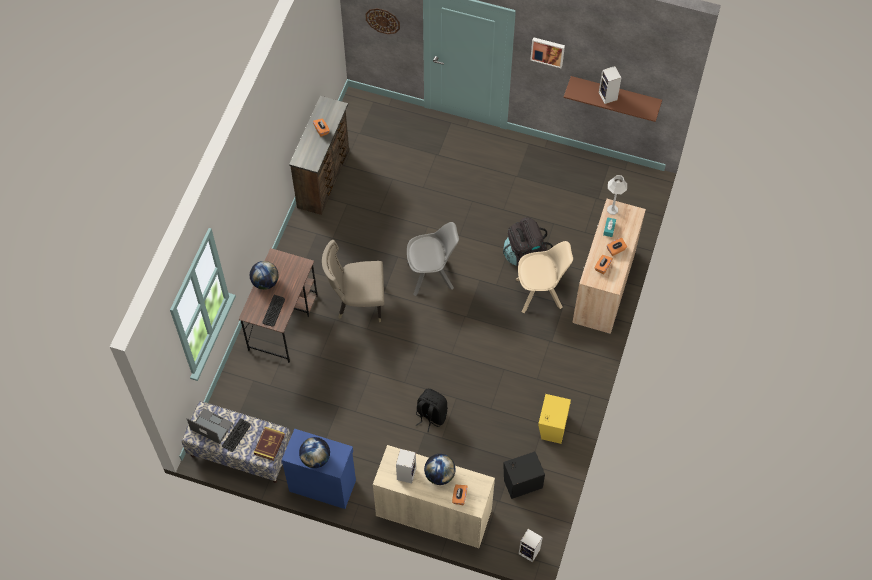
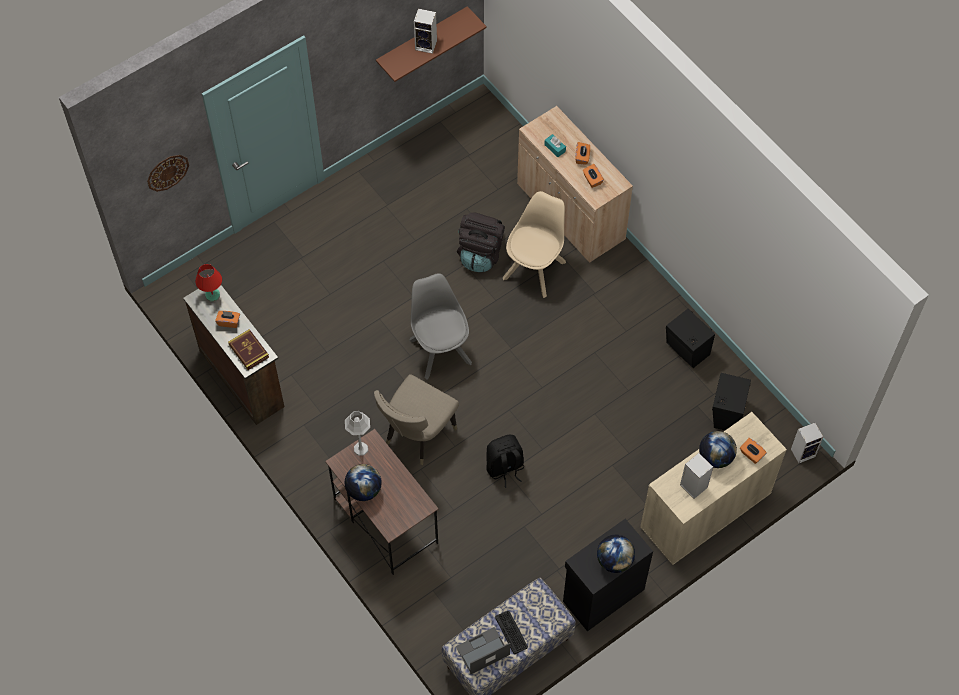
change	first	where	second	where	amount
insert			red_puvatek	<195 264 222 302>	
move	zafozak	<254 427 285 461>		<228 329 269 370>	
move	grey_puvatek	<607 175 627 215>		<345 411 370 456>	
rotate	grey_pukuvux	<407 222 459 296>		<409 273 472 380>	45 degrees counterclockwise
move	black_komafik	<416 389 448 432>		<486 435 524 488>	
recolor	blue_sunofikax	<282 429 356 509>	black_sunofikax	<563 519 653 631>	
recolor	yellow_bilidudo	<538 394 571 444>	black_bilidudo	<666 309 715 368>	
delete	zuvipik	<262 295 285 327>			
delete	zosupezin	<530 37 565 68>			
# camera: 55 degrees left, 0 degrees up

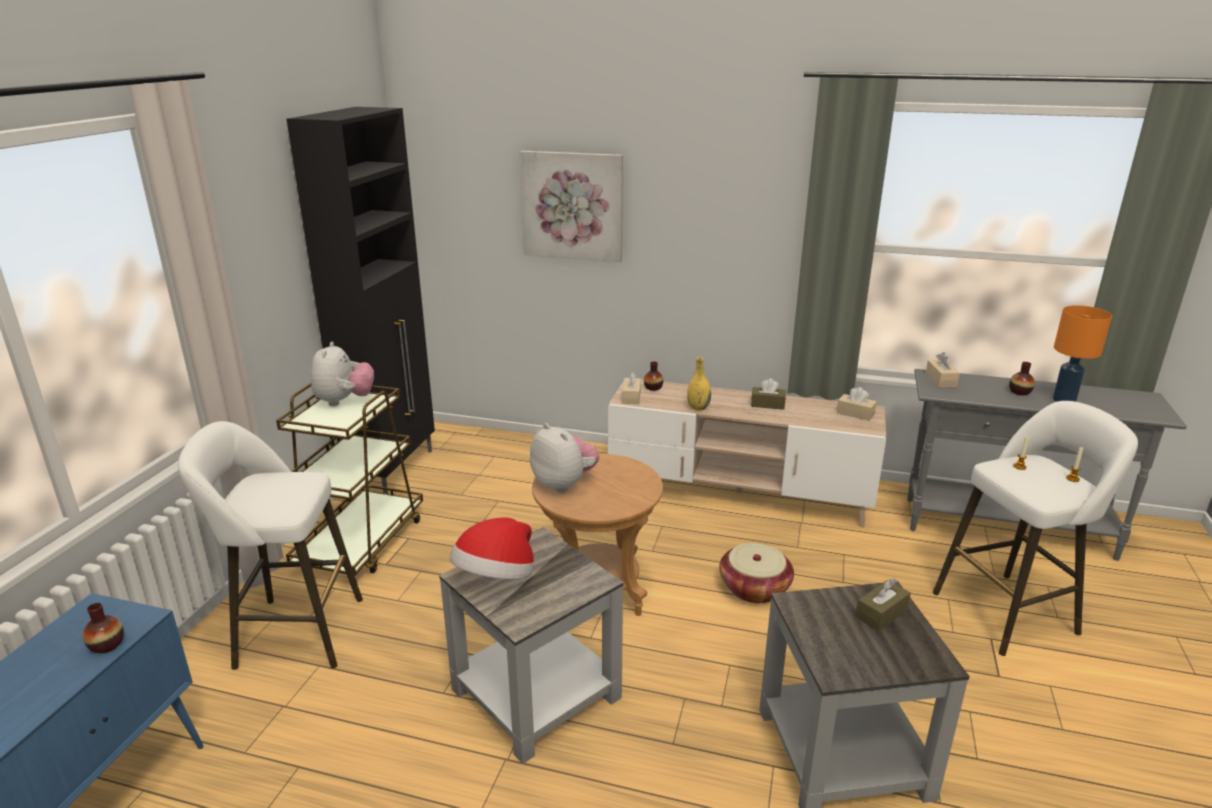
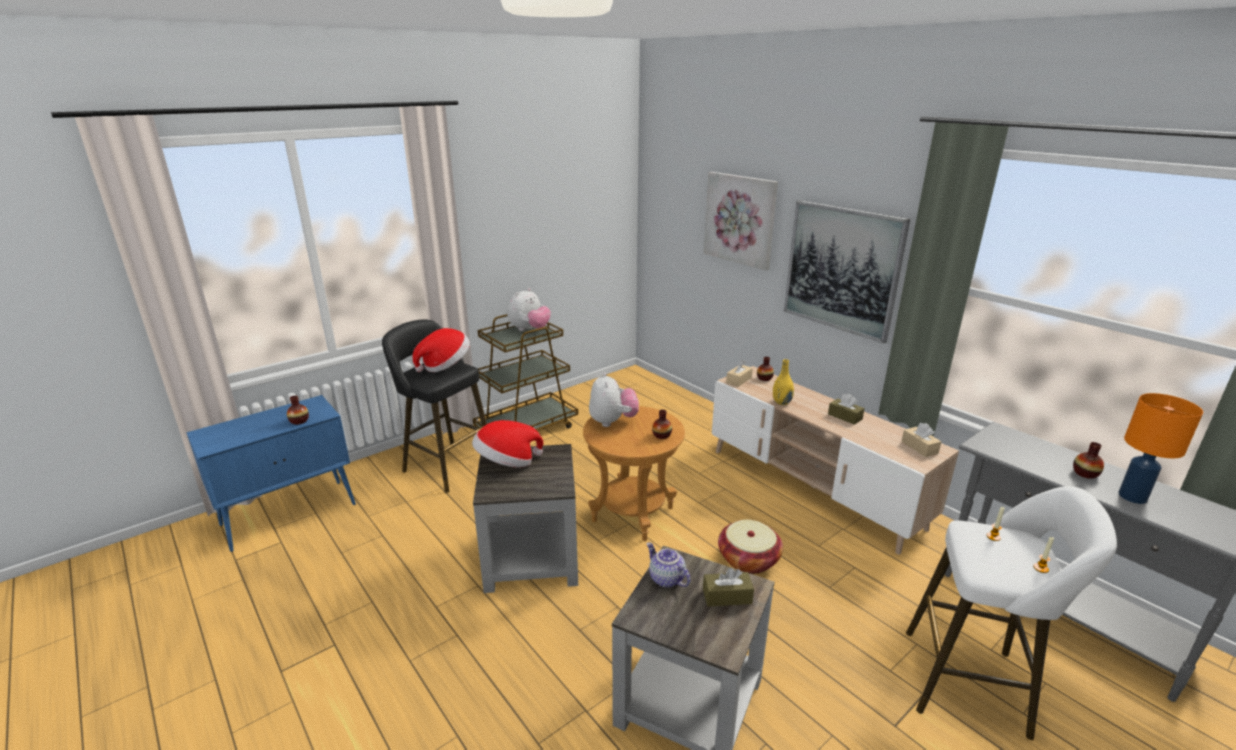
change	first	where	second	where	amount
recolor	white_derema	<178 421 363 670>	black_derema	<382 319 487 493>	
insert			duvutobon	<412 328 470 372>	
insert			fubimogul	<647 543 691 588>	
insert			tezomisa	<652 409 672 439>	
insert			zosupezin	<784 200 910 343>	
delete	black_sunofikax	<286 107 435 494>			
delete	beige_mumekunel	<926 352 960 387>			
# camera: 35 degrees right, 0 degrees up

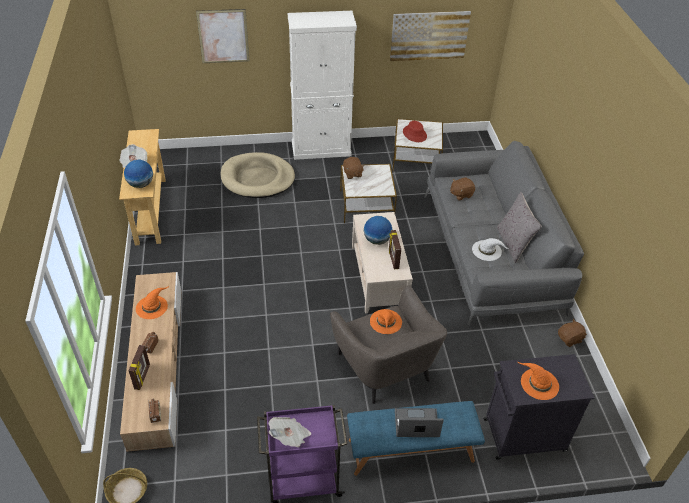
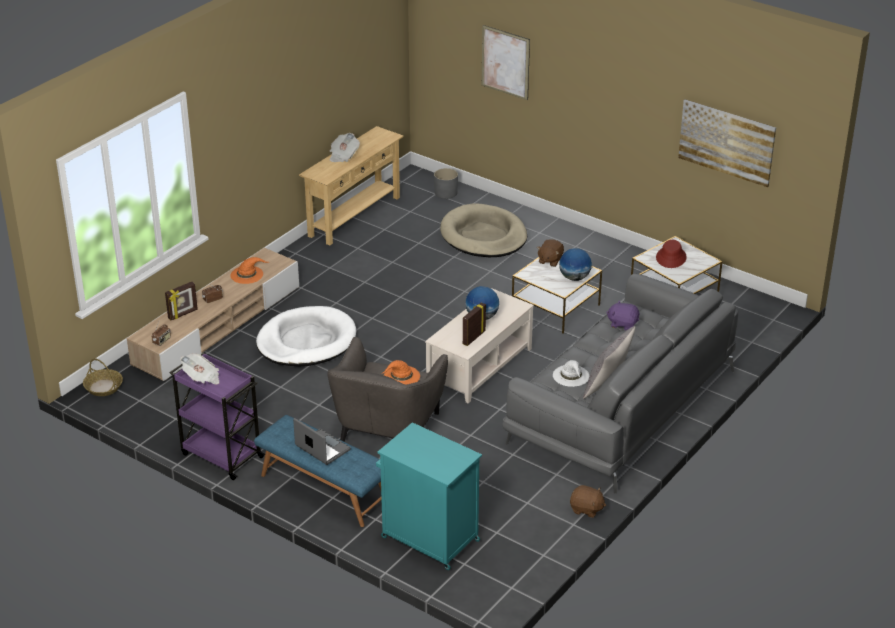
change	first	where	second	where	amount
insert			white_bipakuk	<256 306 356 367>	
recolor	black_sunofikax	<484 354 594 460>	turquoise_sunofikax	<376 422 482 570>	
insert			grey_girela	<434 168 458 199>	
move	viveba	<124 160 153 188>		<559 248 592 281>	
recolor	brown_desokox	<450 177 475 201>	purple_desokox	<606 300 639 331>	
delete	white_sunofikax	<288 11 357 160>			
delete	orange_duvutobon	<518 362 559 400>			
# camera: 45 degrees right, 10 degrees down

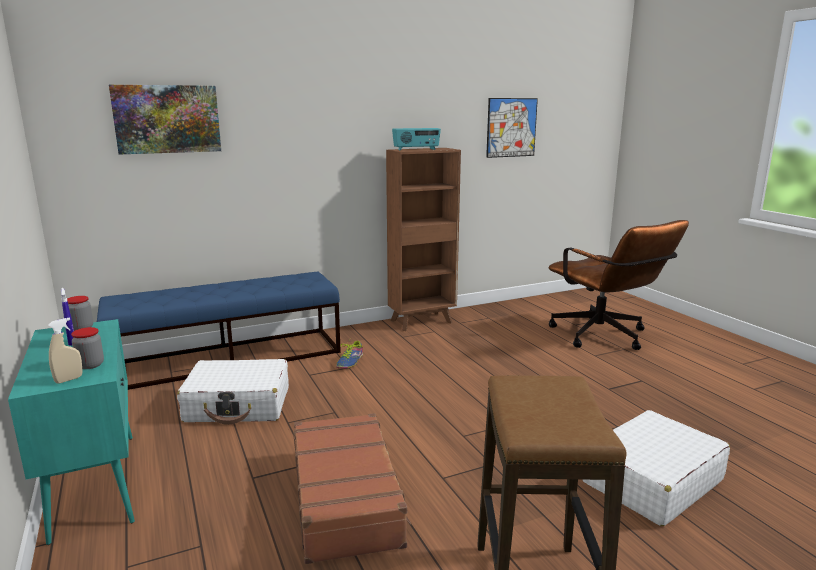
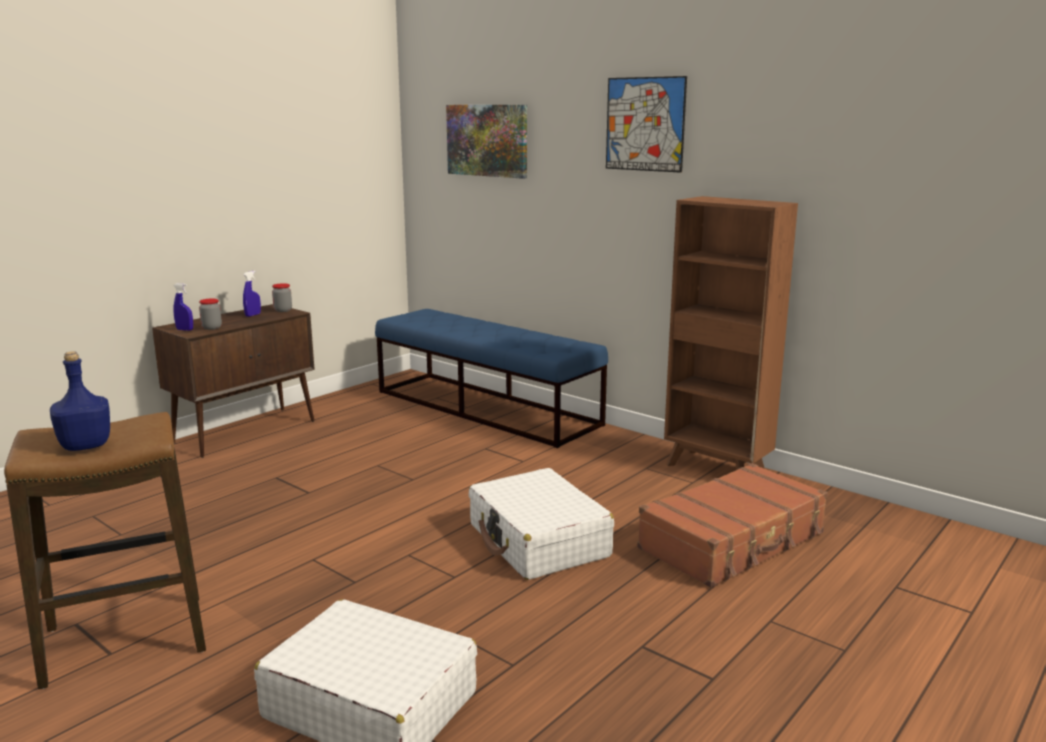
change	first	where	second	where	amount
insert			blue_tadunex	<50 351 110 451>	
recolor	turquoise_sunofikax	<8 319 135 545>	brown_sunofikax	<152 304 315 458>	
recolor	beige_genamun	<48 318 83 384>	blue_genamun	<173 283 193 331>	
move	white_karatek	<177 359 289 425>		<469 468 614 580>	
move	zosupezin	<486 98 538 158>		<606 76 687 173>	
move	brown_karatek	<294 413 412 564>		<637 463 828 588>	
delete	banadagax	<336 341 363 369>			
delete	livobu	<392 128 441 151>			
delete	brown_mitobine	<549 220 689 350>			
# camera: 65 degrees right, 0 degrees up

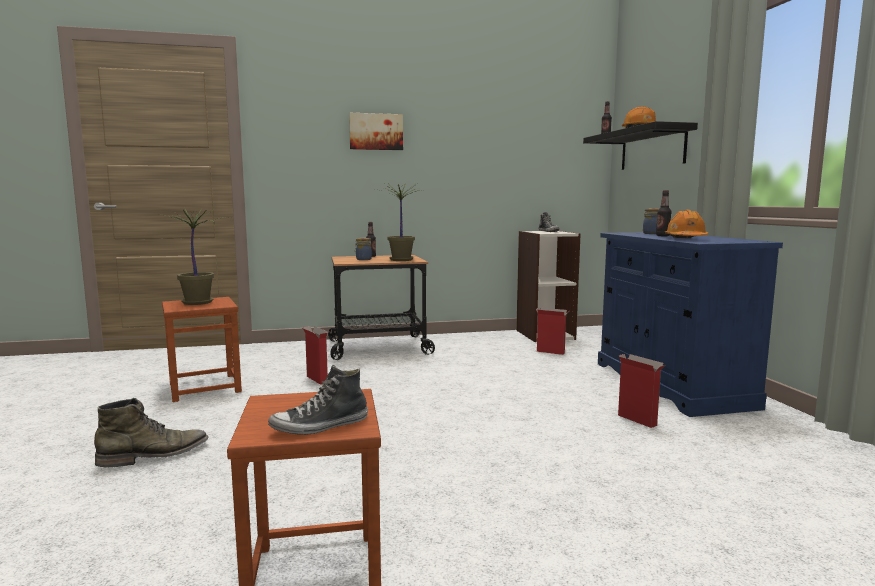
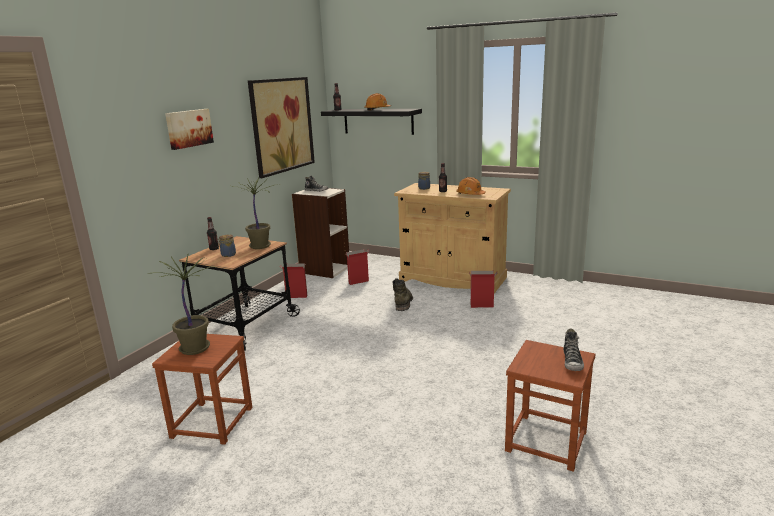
change	first	where	second	where	amount
insert			zosupezin	<248 77 315 178>	
move	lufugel	<302 326 329 385>		<280 263 307 298>	
move	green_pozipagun	<94 398 208 467>		<393 278 413 311>	
recolor	blue_sunofikax	<598 232 783 417>	beige_sunofikax	<394 183 511 293>	
# camera: 50 degrees left, 10 degrees up

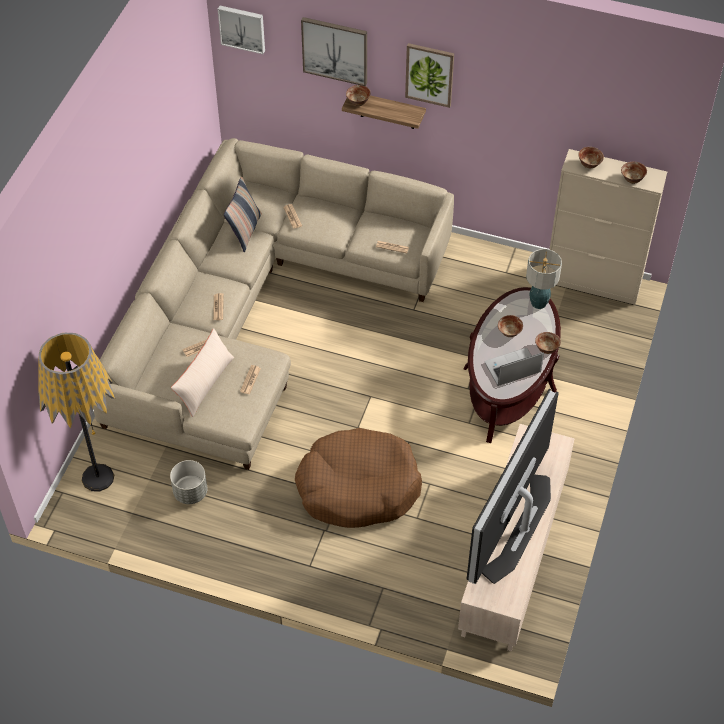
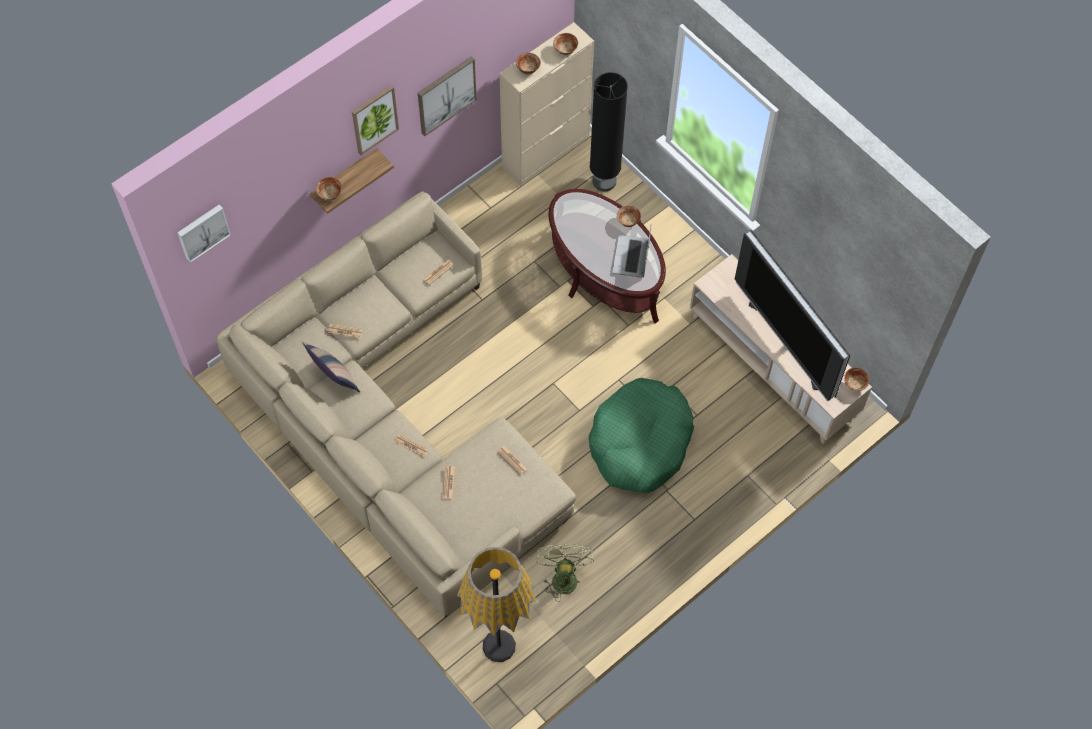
change	first	where	second	where	amount
move	zosupezin	<301 17 367 86>		<418 56 477 136>	
replace	grey_girela	<170 460 207 504>	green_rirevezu	<536 544 594 602>	
recolor	brown_bipakuk	<295 428 422 528>	green_bipakuk	<589 378 694 493>	
insert			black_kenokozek	<590 72 628 191>	
move	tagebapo	<498 315 523 337>		<844 367 870 391>	
delete	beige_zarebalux	<171 328 234 417>			
delete	puvatek	<526 249 562 309>			
# camera: 60 degrees left, 10 degrees up

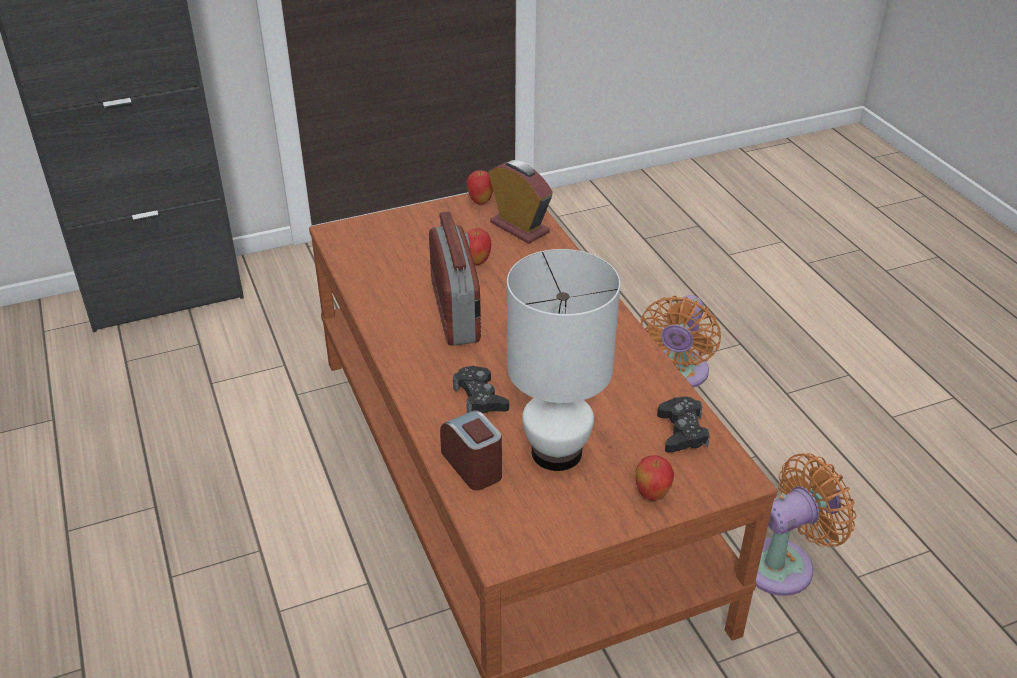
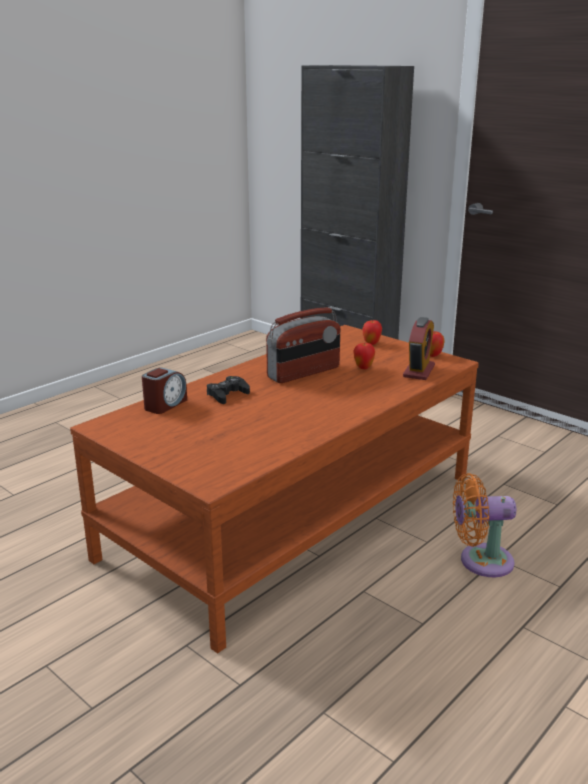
change	first	where	second	where	amount
move	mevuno	<635 455 674 501>		<363 320 382 345>	
delete	white_puvatek	<507 249 621 471>			
delete	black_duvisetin	<657 396 710 453>			
delete	orange_rirevezu	<755 453 856 596>			
# camera: 65 degrees right, 15 degrees down

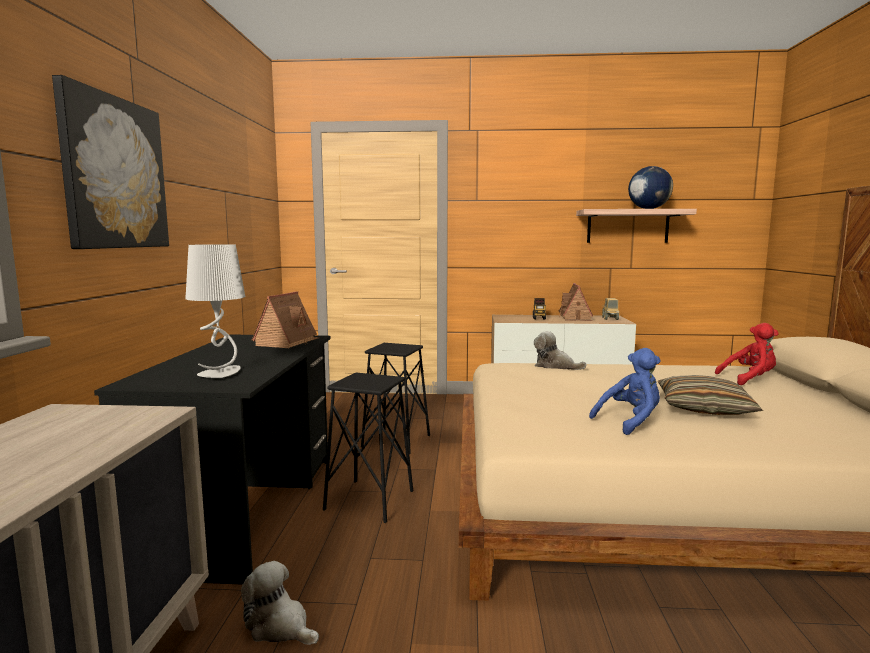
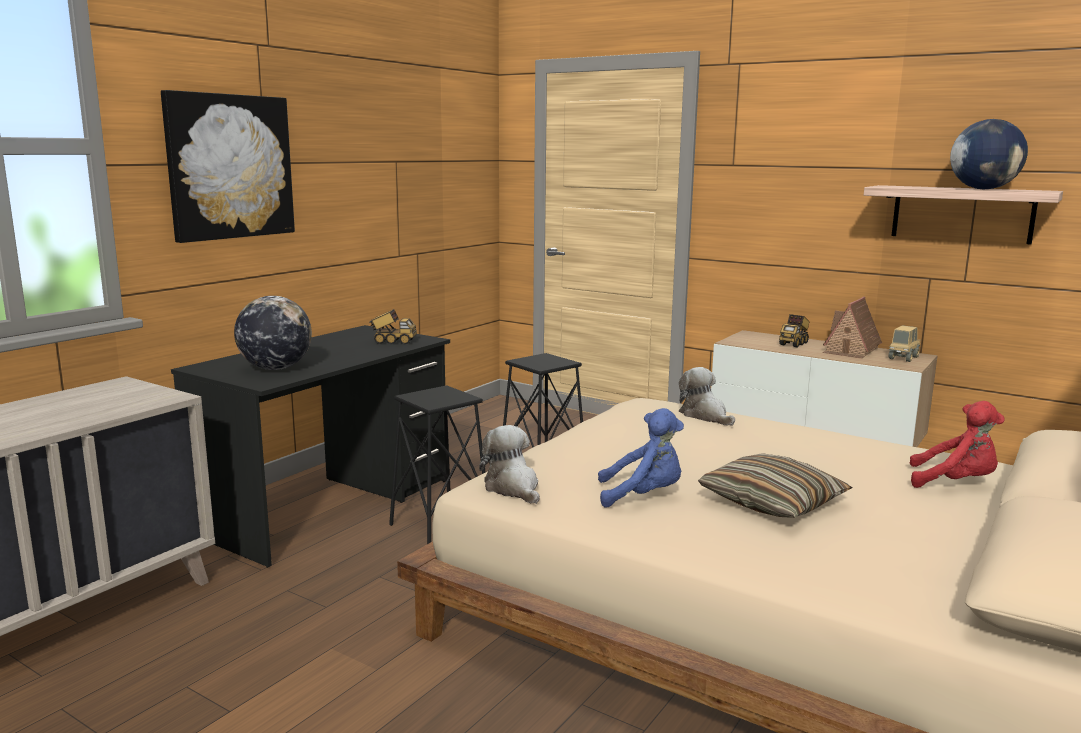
change	first	where	second	where	amount
replace	grey_puvatek	<185 244 245 378>	viveba	<234 296 312 370>	
replace	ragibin	<252 291 319 348>	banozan	<369 309 417 345>	
move	desokox	<241 561 319 645>		<479 425 540 504>	
# camera: 30 degrees right, 5 degrees up

